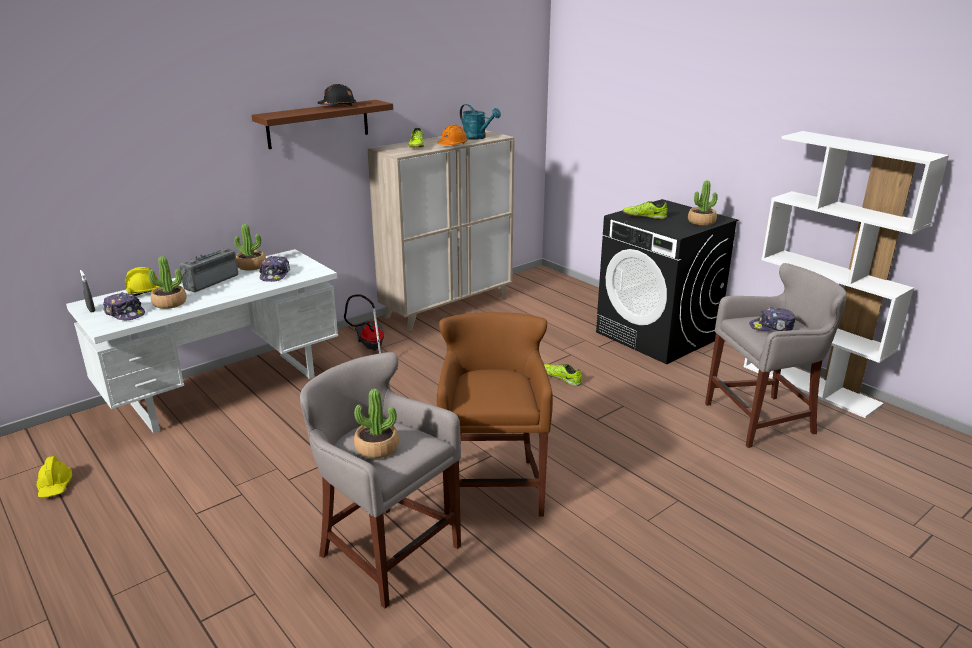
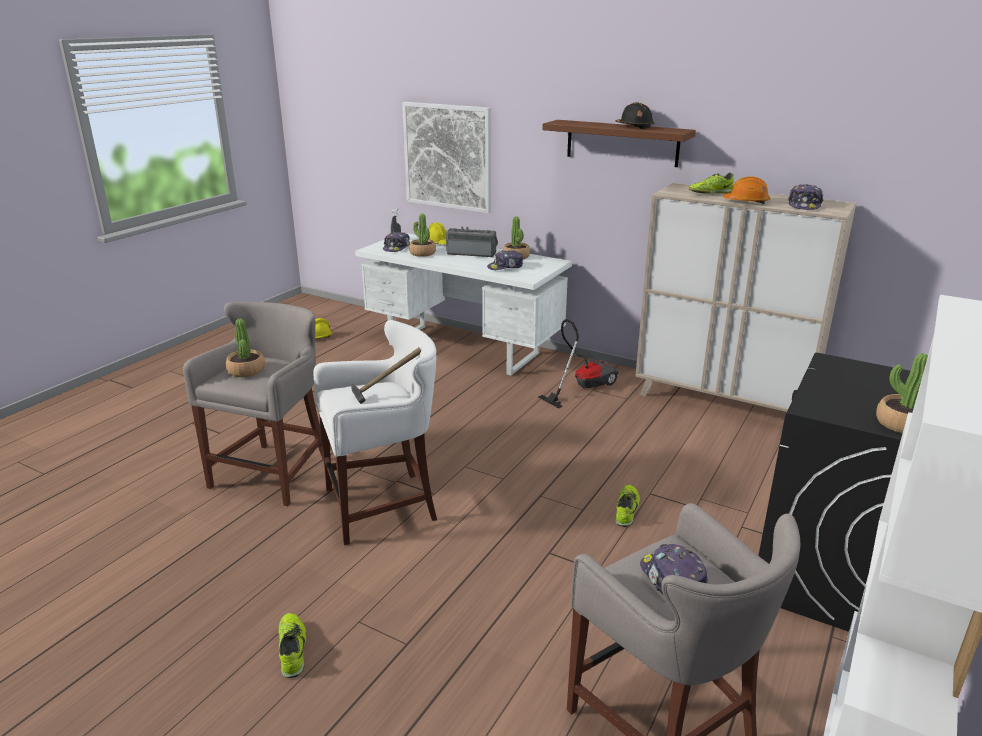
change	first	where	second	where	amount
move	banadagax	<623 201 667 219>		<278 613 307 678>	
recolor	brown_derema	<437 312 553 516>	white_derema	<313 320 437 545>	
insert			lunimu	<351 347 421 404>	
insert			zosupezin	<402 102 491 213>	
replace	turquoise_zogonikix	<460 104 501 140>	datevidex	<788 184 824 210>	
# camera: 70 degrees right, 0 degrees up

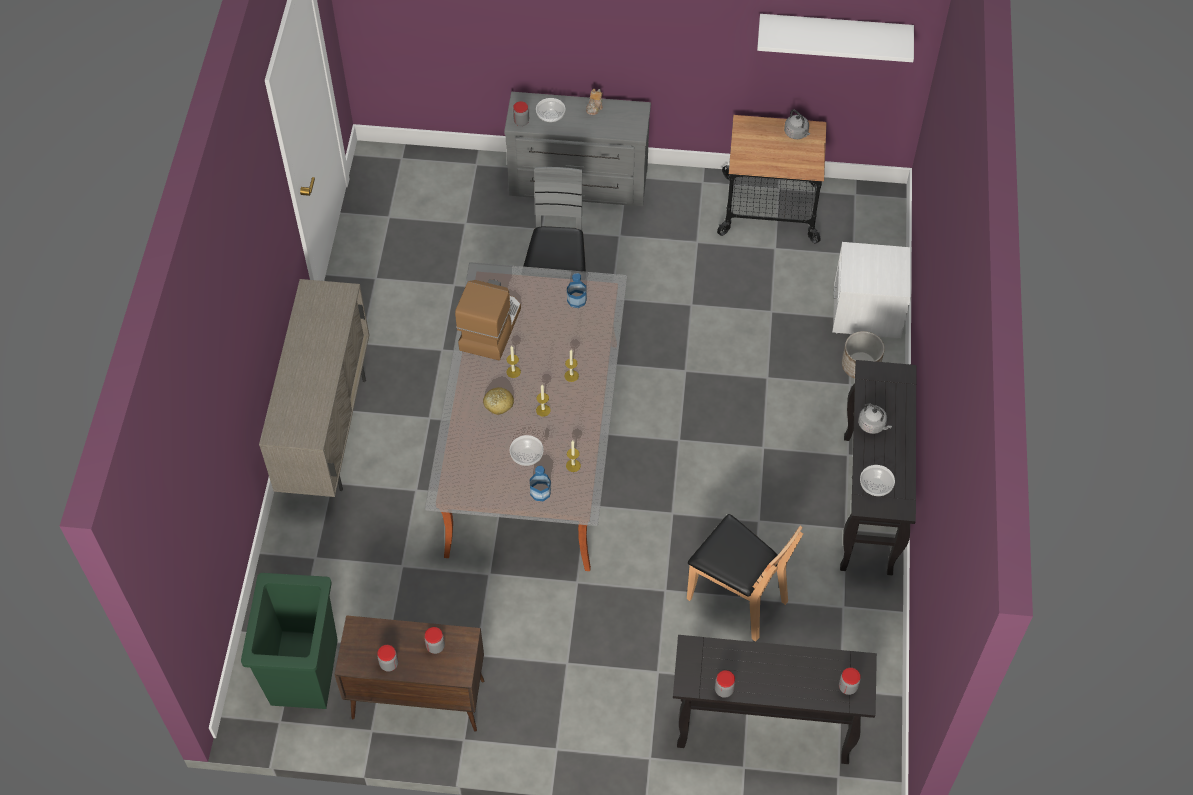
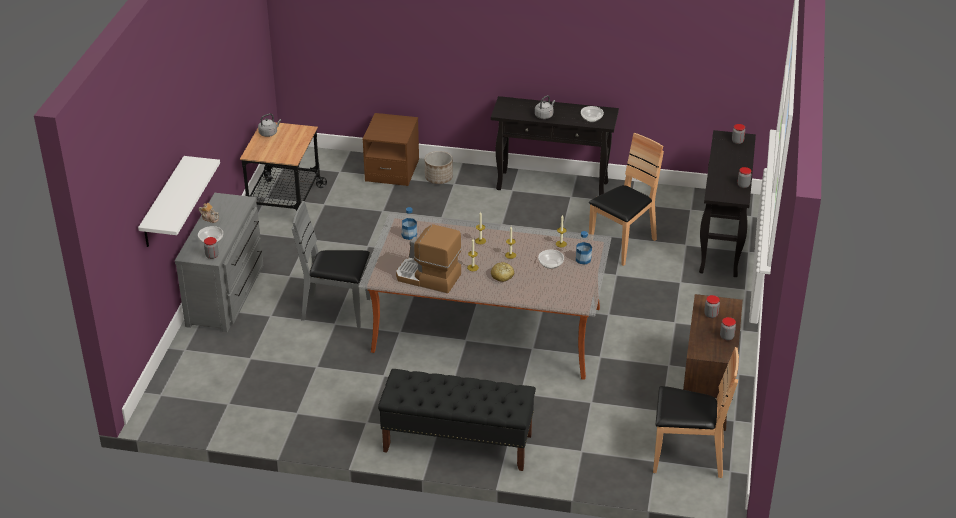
change	first	where	second	where	amount
move	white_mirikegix	<757 14 914 62>		<138 156 220 247>	
recolor	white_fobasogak	<832 242 912 339>	brown_fobasogak	<363 113 419 186>	
replace	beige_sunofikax	<259 279 369 497>	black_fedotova	<378 369 536 471>	
replace	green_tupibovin	<241 573 338 709>	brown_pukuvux	<653 347 739 478>	
# camera: 85 degrees left, 20 degrees down

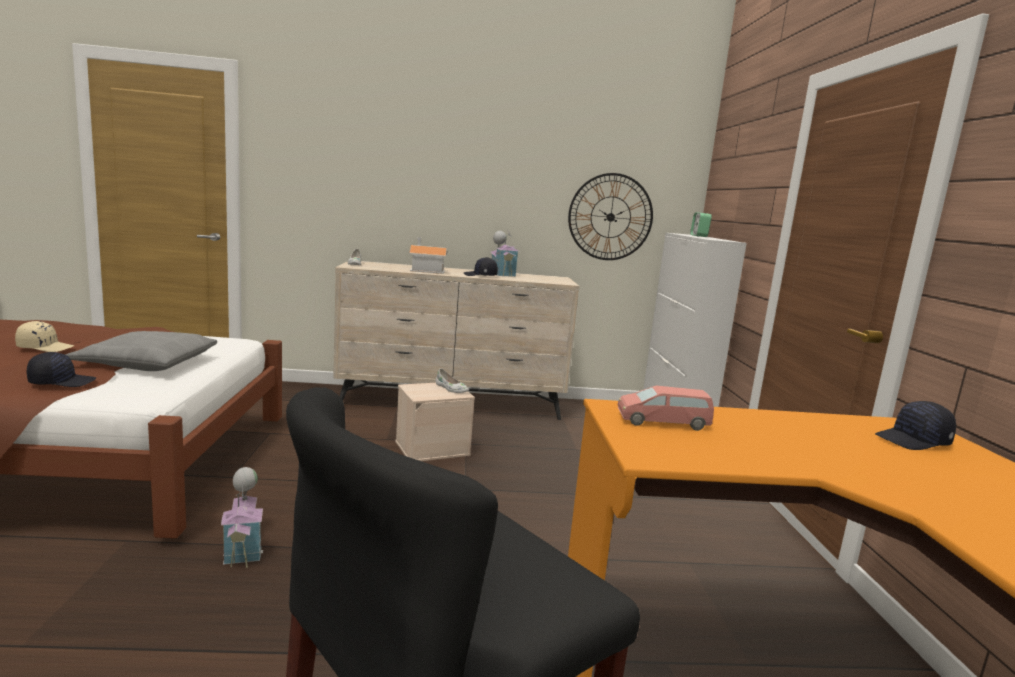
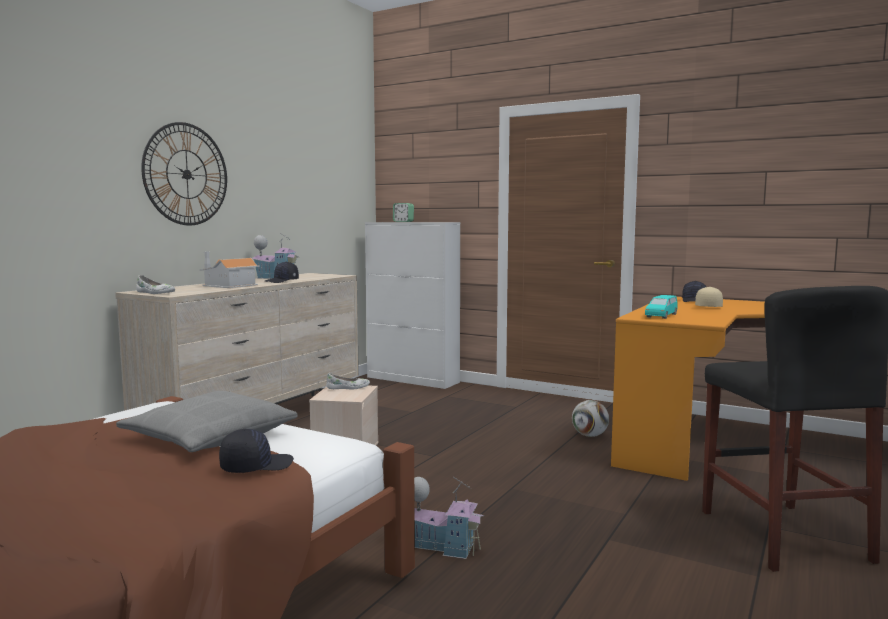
change	first	where	second	where	amount
move	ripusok	<568 173 653 260>		<141 122 227 226>	
rotate	black_datevidex	<27 352 96 387>		<219 429 294 473>	45 degrees clockwise
insert			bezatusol	<572 400 609 437>	
recolor	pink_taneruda	<618 386 714 431>	turquoise_taneruda	<645 295 677 319>	
move	beige_datevidex	<15 321 74 352>		<695 287 723 307>	
# camera: 55 degrees left, 5 degrees down

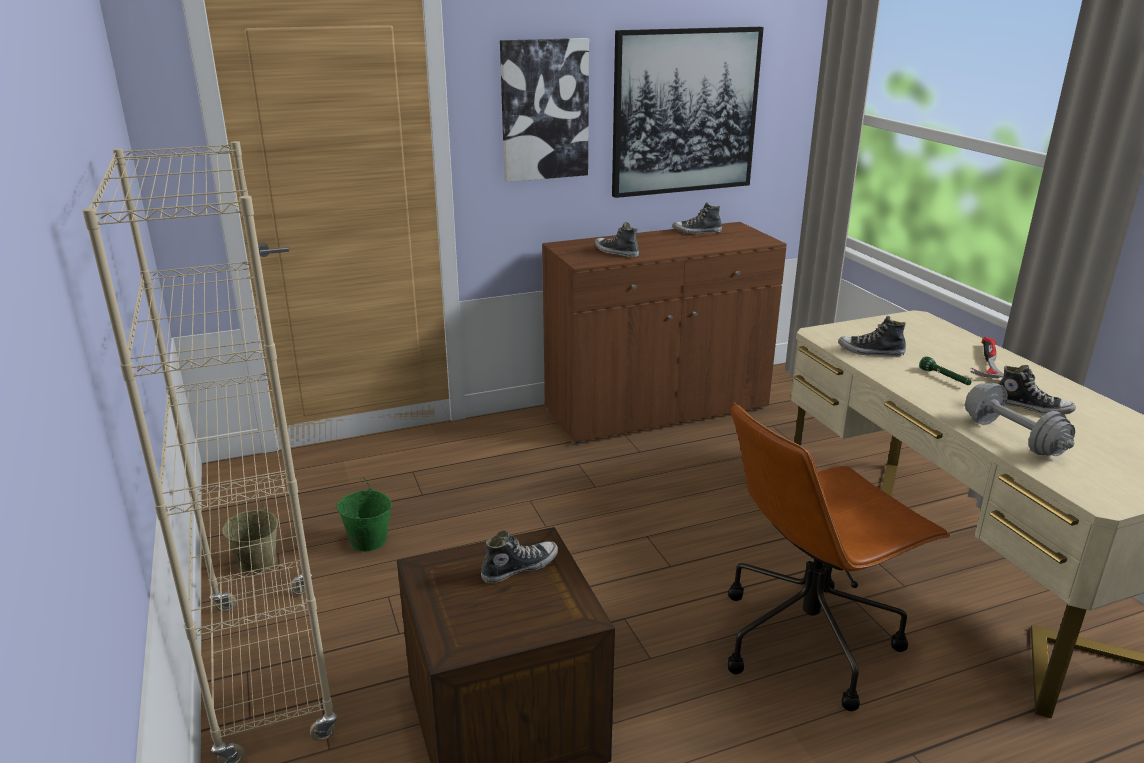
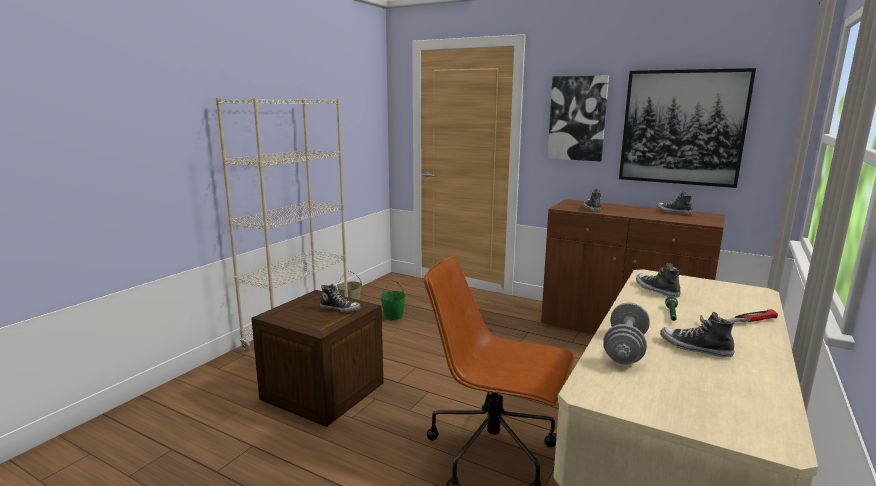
change	first	where	second	where	amount
rotate	banadagax	<998 365 1076 415>		<660 312 734 357>	135 degrees clockwise
# camera: 50 degrees right, 10 degrees down

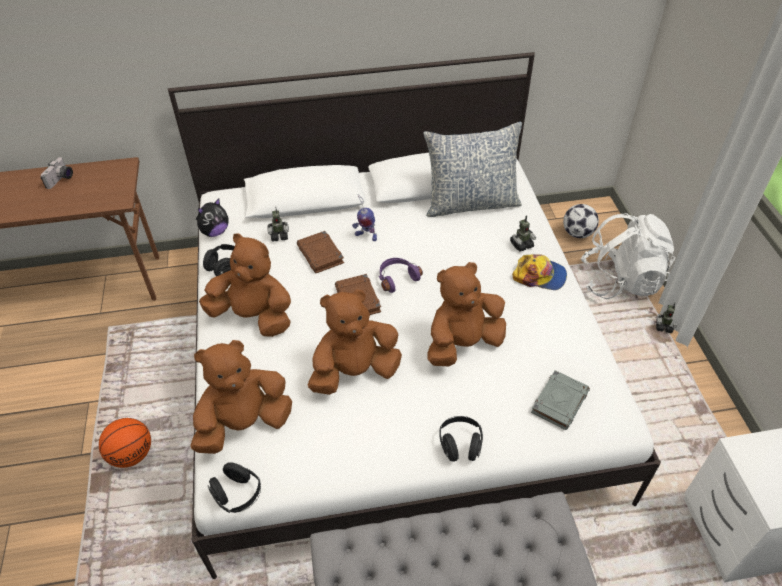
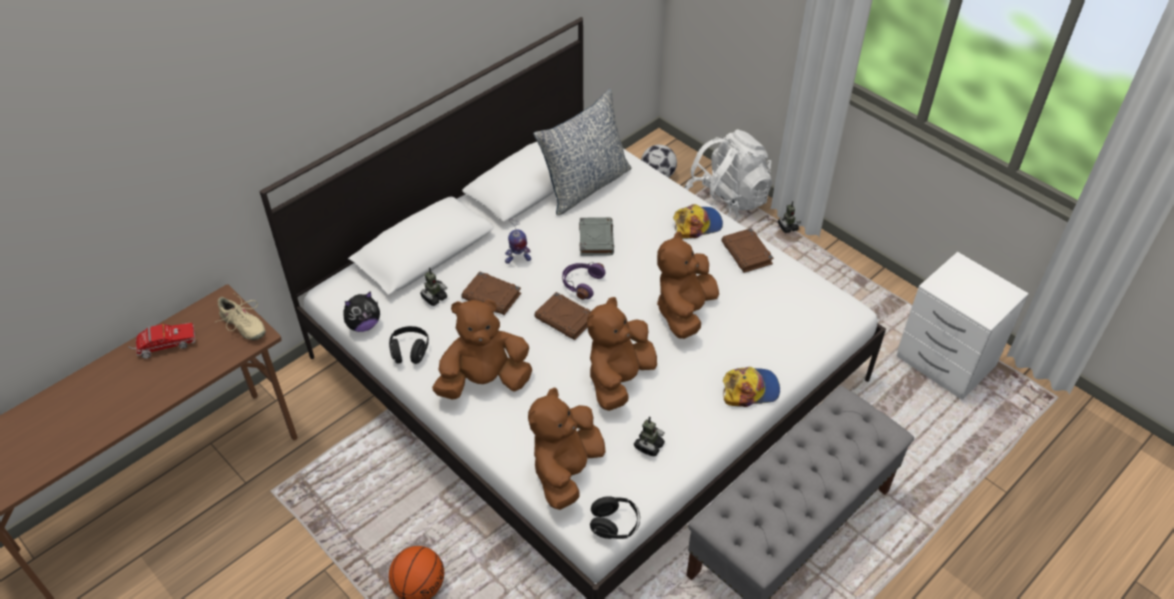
change	first	where	second	where	amount
replace	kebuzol	<40 157 73 189>	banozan	<128 323 195 359>	
insert			beige_banadagax	<214 294 266 340>	
rotate	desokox	<196 198 228 237>		<343 291 380 332>	45 degrees clockwise
move	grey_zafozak	<531 370 590 430>		<579 217 614 256>	
move	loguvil	<510 215 536 252>		<634 416 665 456>	
insert			brown_zafozak	<721 228 774 273>	
replace	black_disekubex	<439 416 483 462>	datevidex	<723 367 780 407>	
# camera: 35 degrees left, 0 degrees up

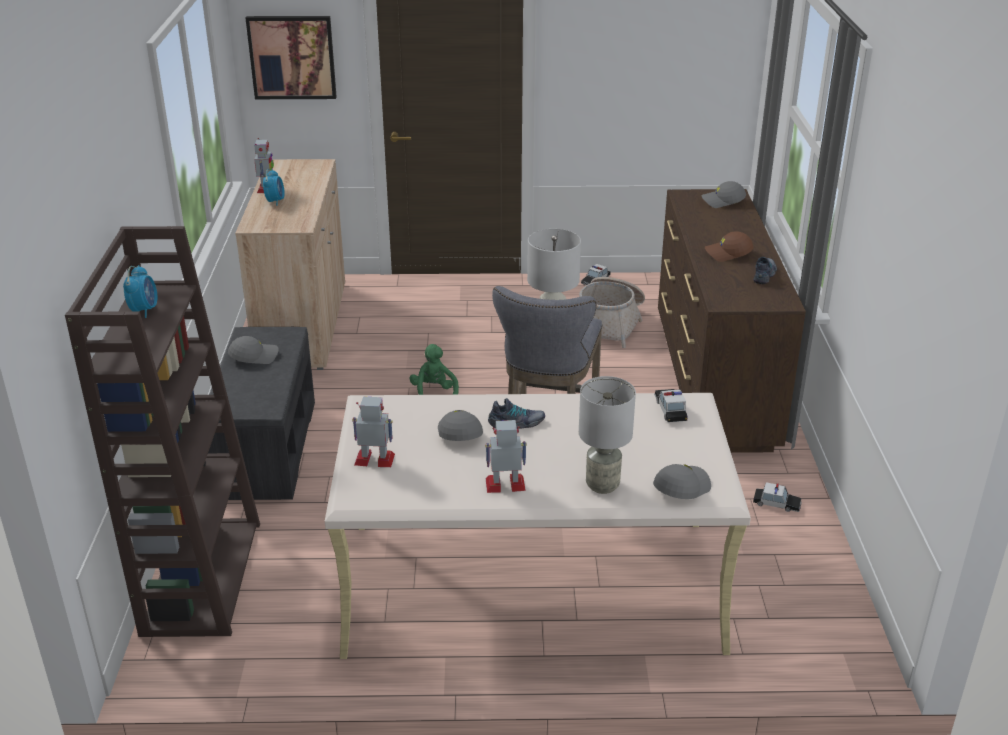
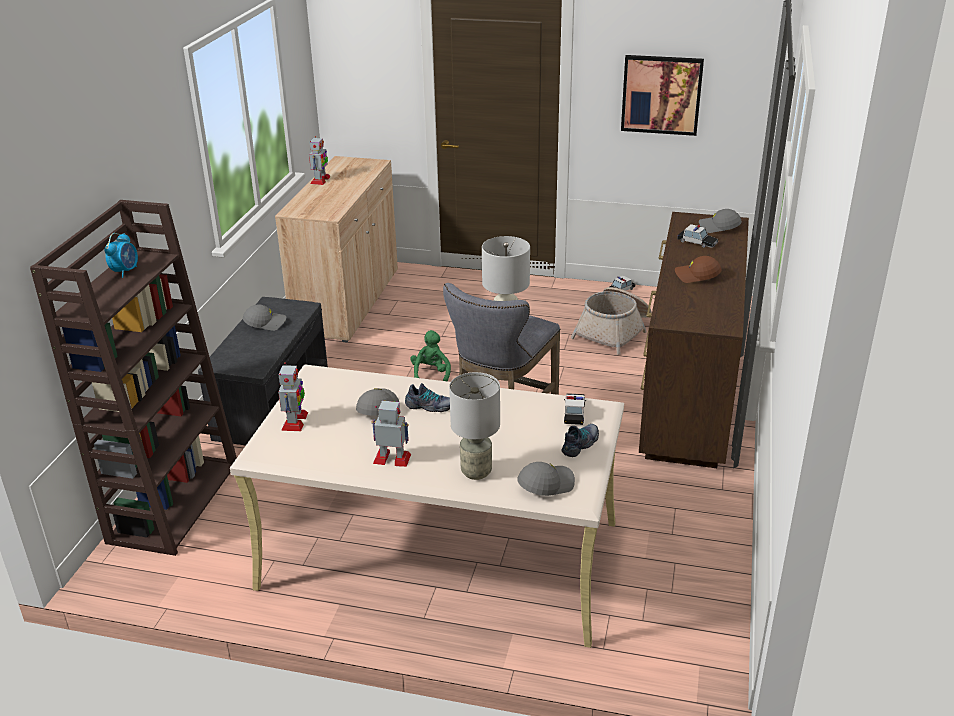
change	first	where	second	where	amount
rotate	loguvil	<352 396 395 467>		<278 362 308 431>	75 degrees clockwise
move	banadagax	<753 257 777 284>		<562 424 599 457>	
move	zosupezin	<246 16 337 99>		<621 55 704 136>	
move	taneruda	<753 482 802 512>		<677 224 718 248>	
delete	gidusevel	<263 169 285 206>			
# camera: 15 degrees right, 0 degrees up

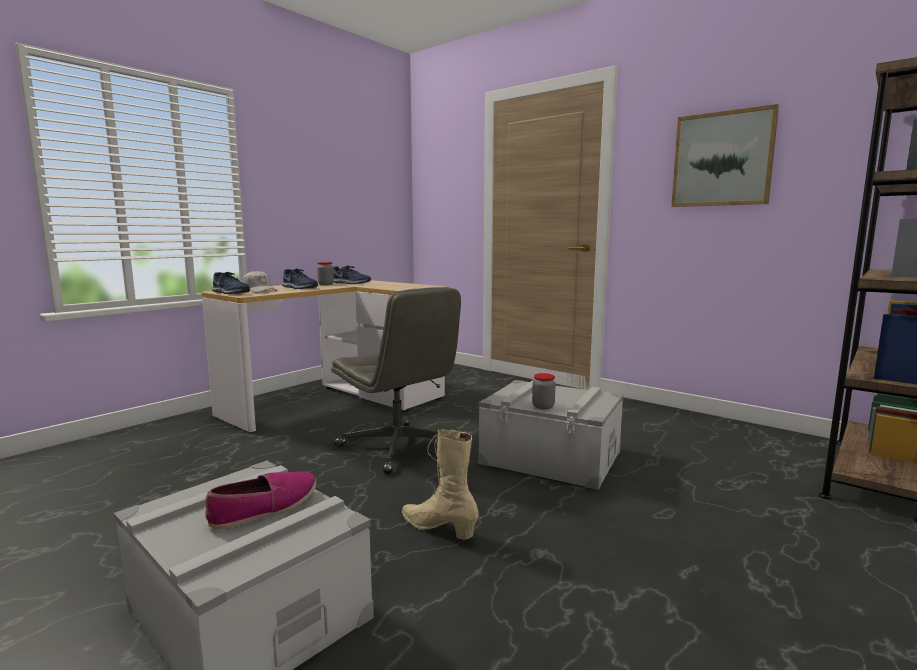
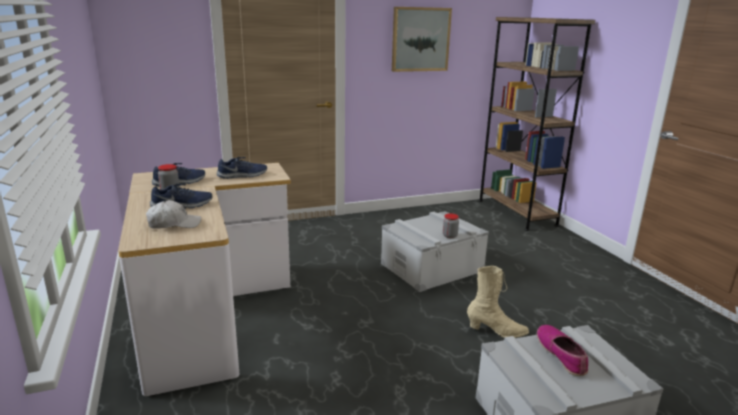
change	first	where	second	where	amount
move	blue_banadagax	<212 272 250 294>		<217 157 267 179>	
rotate	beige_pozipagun	<402 429 479 540>		<467 266 529 338>	150 degrees counterclockwise
delete	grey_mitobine	<331 287 461 474>			
# camera: 60 degrees left, 10 degrees up

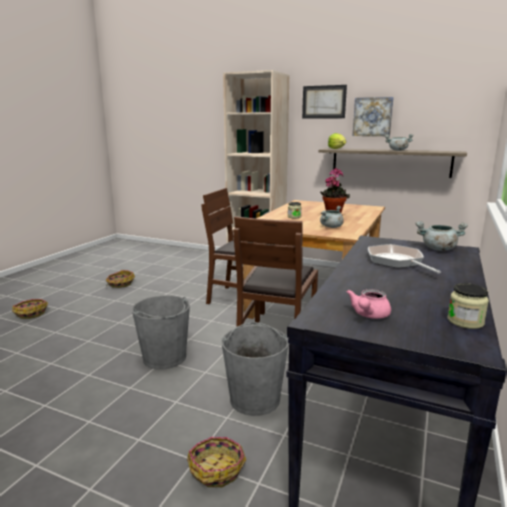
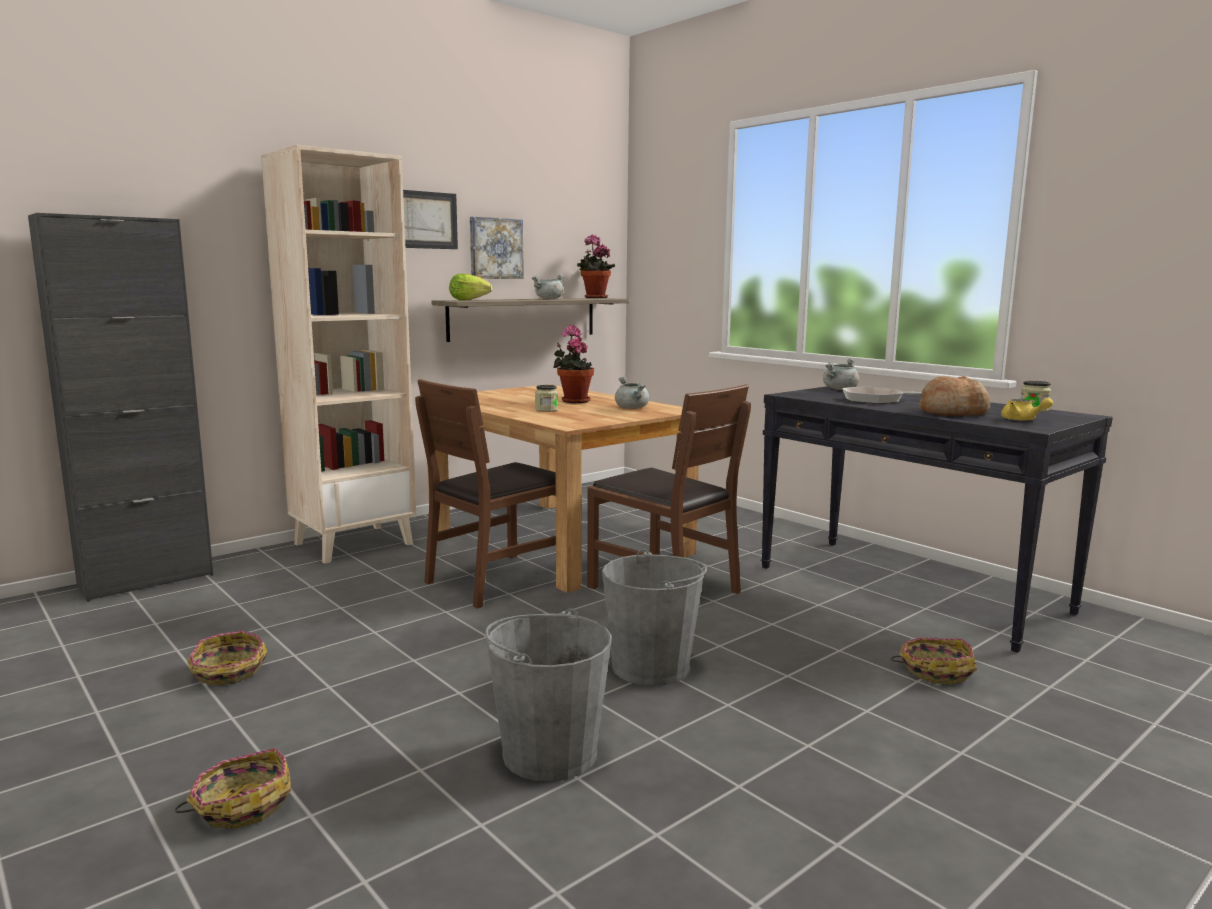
change	first	where	second	where	amount
insert			black_sunofikax	<28 213 214 602>	
move	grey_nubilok	<222 323 289 416>		<485 608 612 782>	
insert			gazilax	<577 234 615 298>	
insert			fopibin	<919 376 990 416>	
recolor	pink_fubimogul	<347 289 391 319>	yellow_fubimogul	<1001 398 1053 421>	
# camera: 65 degrees left, 5 degrees down

